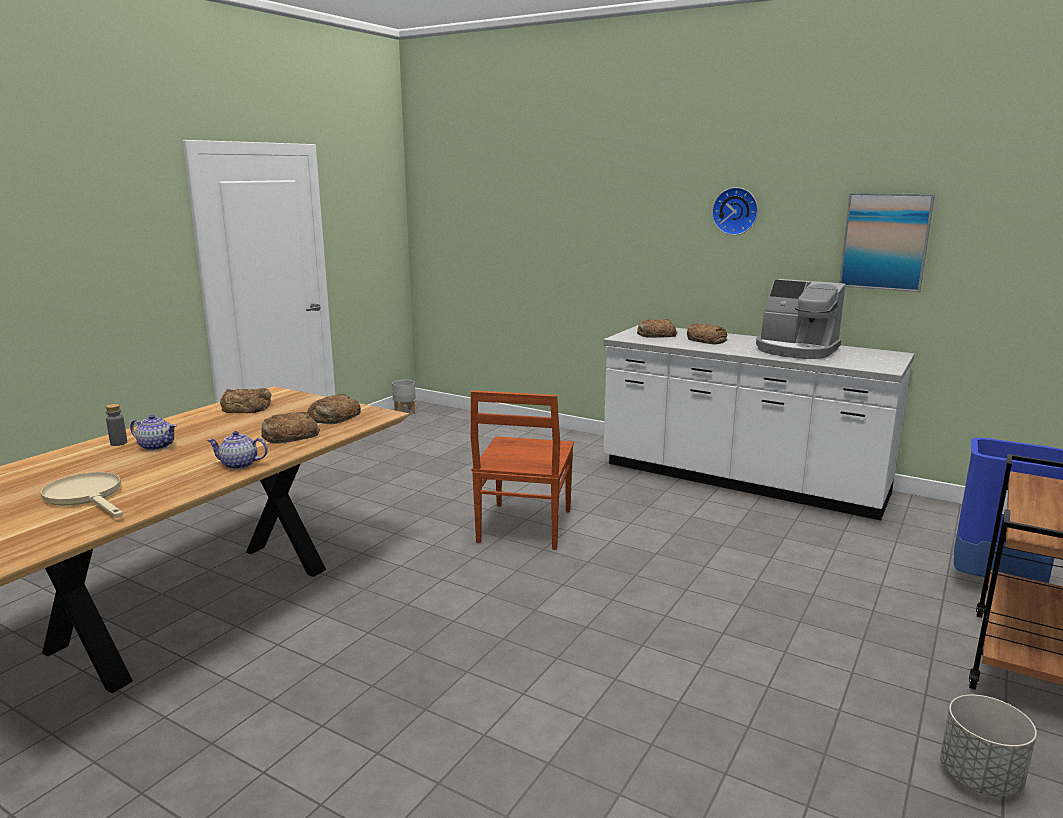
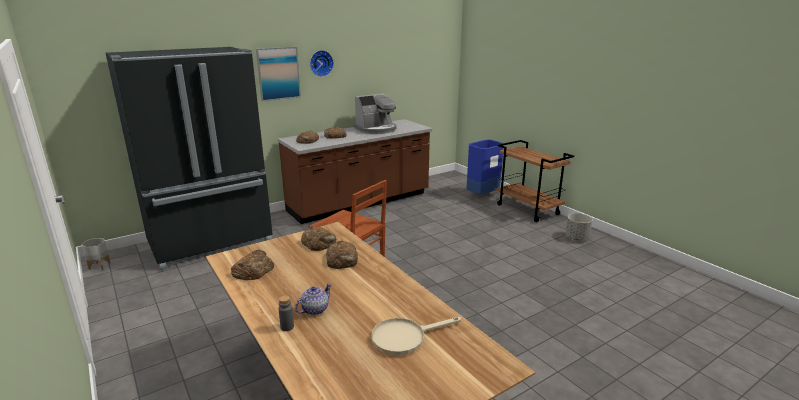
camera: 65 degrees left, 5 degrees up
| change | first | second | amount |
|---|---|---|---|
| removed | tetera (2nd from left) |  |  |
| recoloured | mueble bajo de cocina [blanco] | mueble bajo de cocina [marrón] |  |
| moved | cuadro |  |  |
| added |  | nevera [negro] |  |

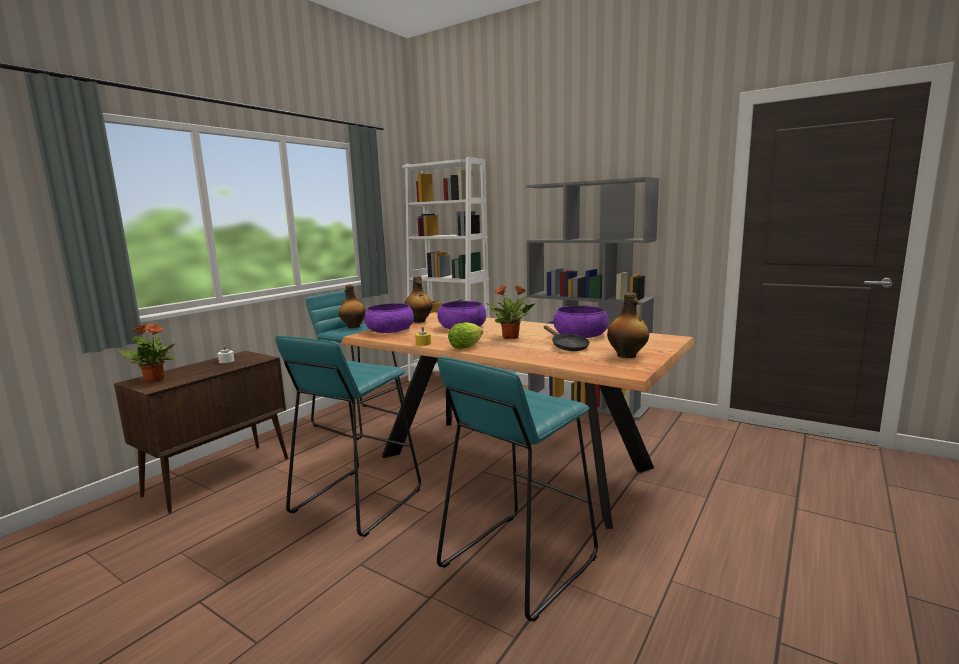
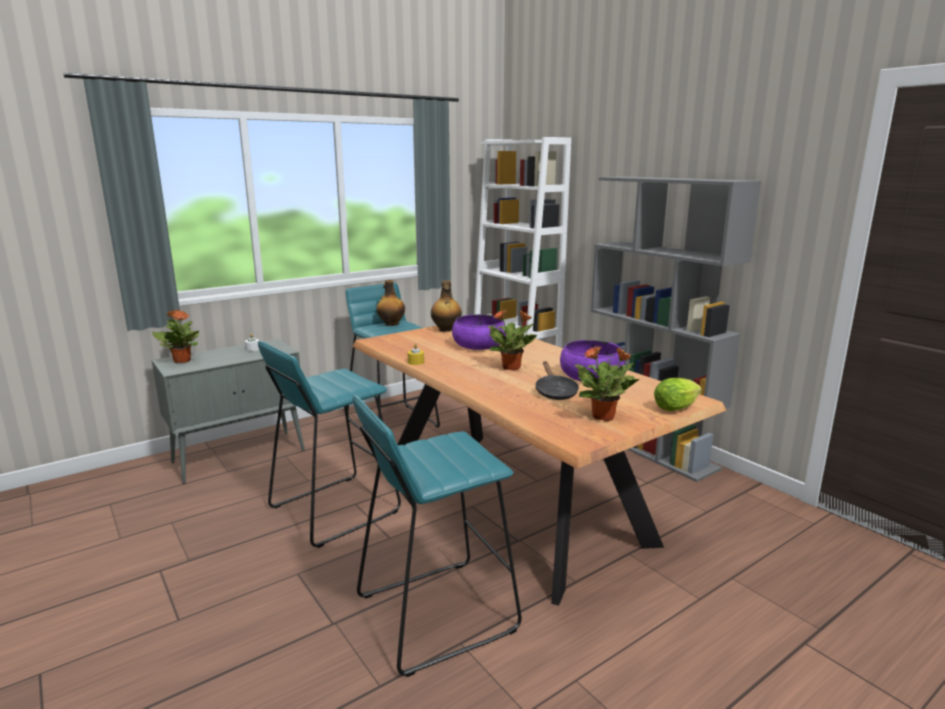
camera: 20 degrees right, 5 degrees up
| change | first | second | amount |
|---|---|---|---|
| recoloured | armario [marrón] | armario [gris] |  |
| removed | cuenco [morado] (1st from left) |  |  |
| moved | lechuga |  |  |
| replaced | botella (3rd from left) | planta en maceta (3rd from left) |  |

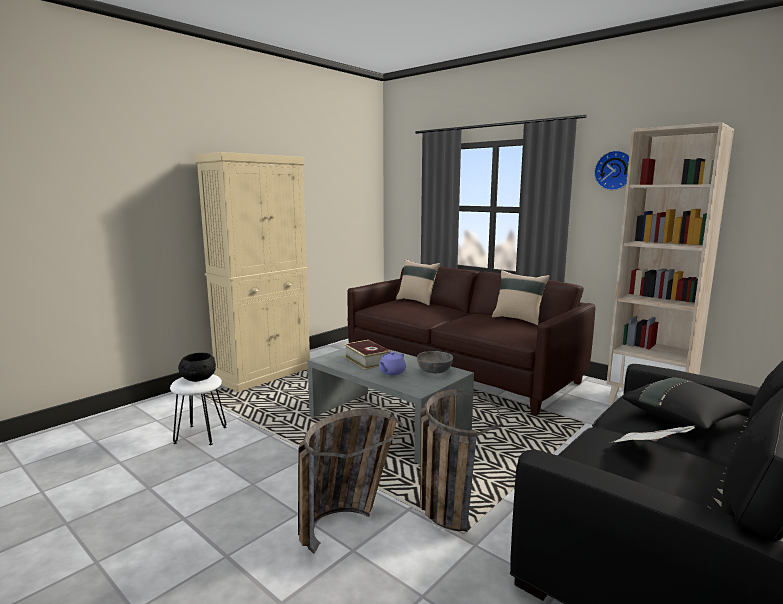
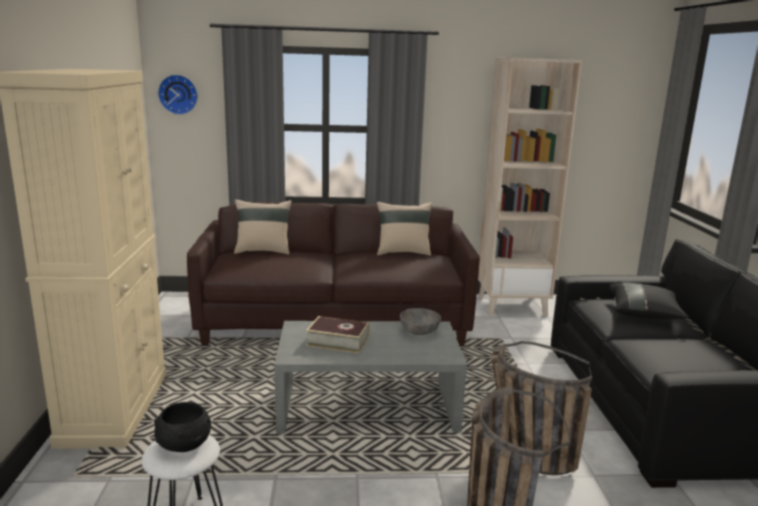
camera: 45 degrees left, 5 degrees up
| change | first | second | amount |
|---|---|---|---|
| removed | tetera [morado] |  |  |
| moved | reloj de pared |  |  |
| removed | periódico |  |  |

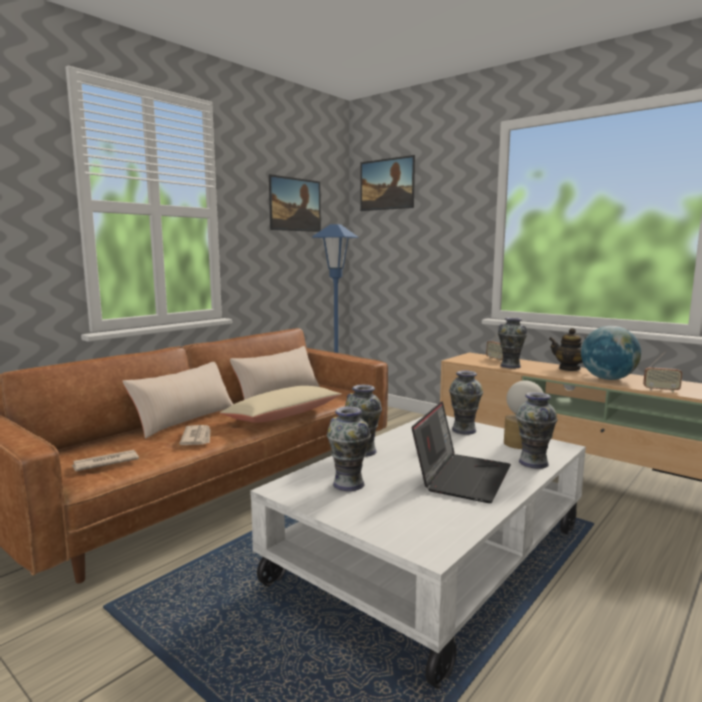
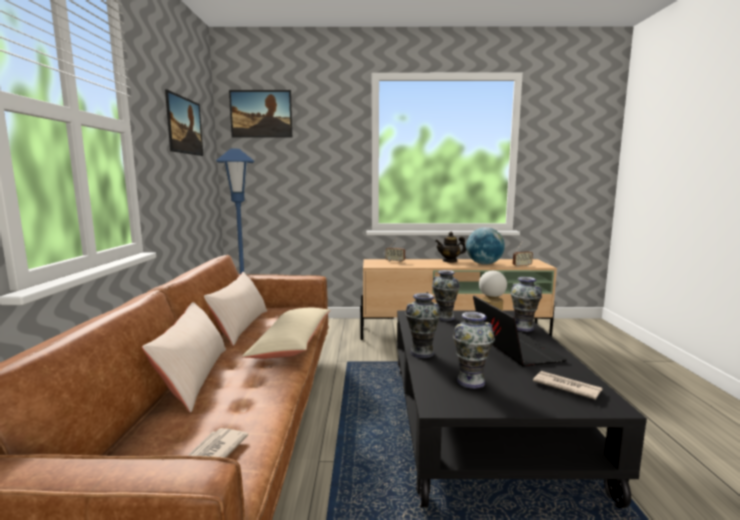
camera: 40 degrees left, 0 degrees up
| change | first | second | amount |
|---|---|---|---|
| moved | periódico (2nd from left) |  |  |
| recoloured | mesa de centro [blanco] | mesa de centro [negro] |  |
| removed | florero (4th from left) |  |  |

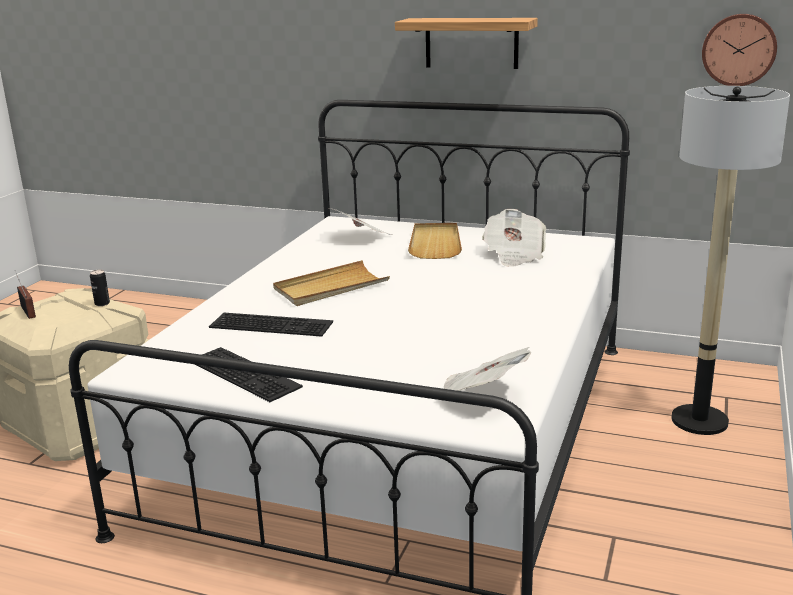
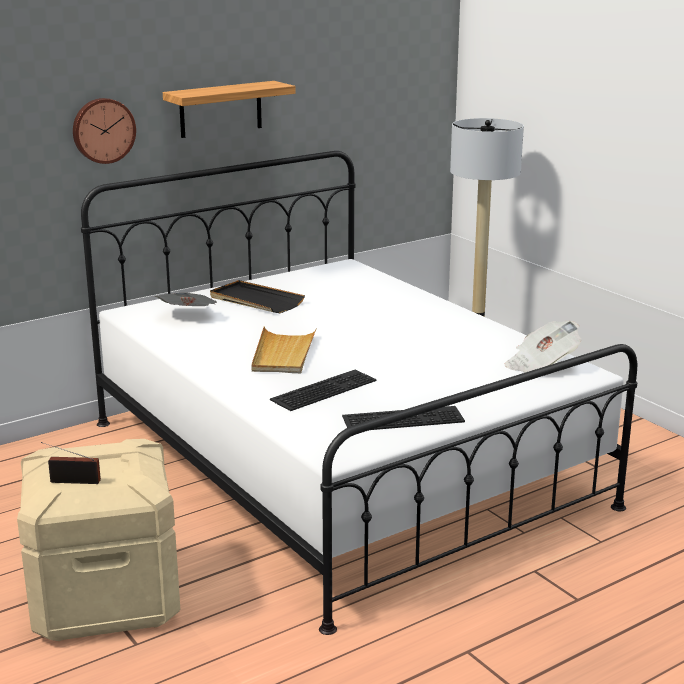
camera: 55 degrees left, 0 degrees up
| change | first | second | amount |
|---|---|---|---|
| removed | lata |  |  |
| recoloured | bandeja [beis] (2nd from left) | bandeja [negro] |  |
| removed | periódico (3rd from left) |  |  |
| moved | reloj de pared |  |  |

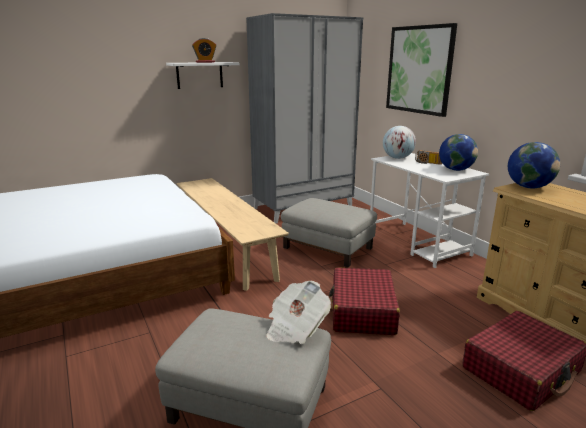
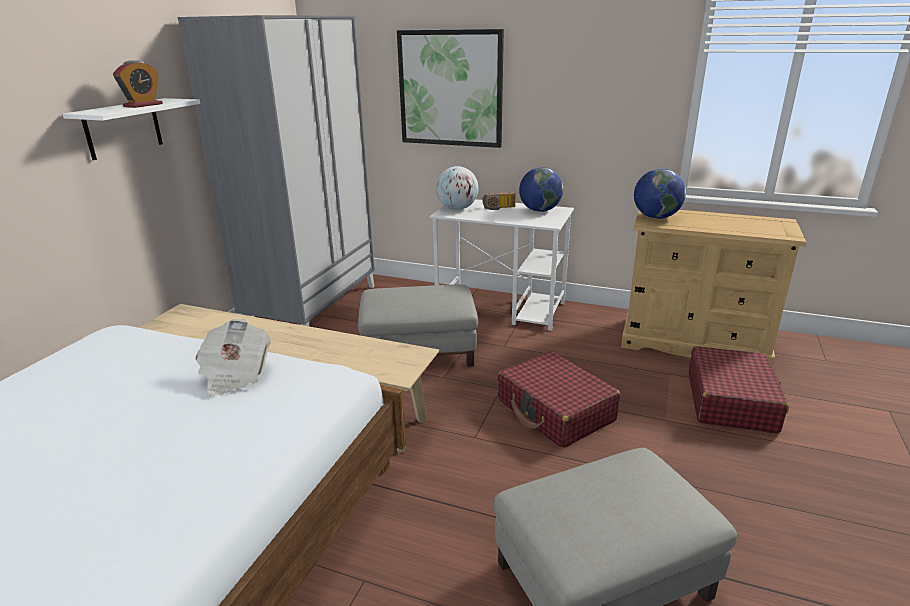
camera: 40 degrees left, 5 degrees up
| change | first | second | amount |
|---|---|---|---|
| moved | periódico |  |  |

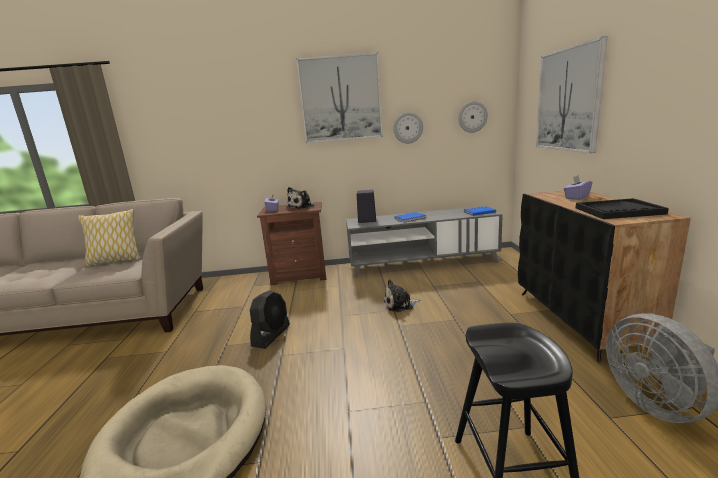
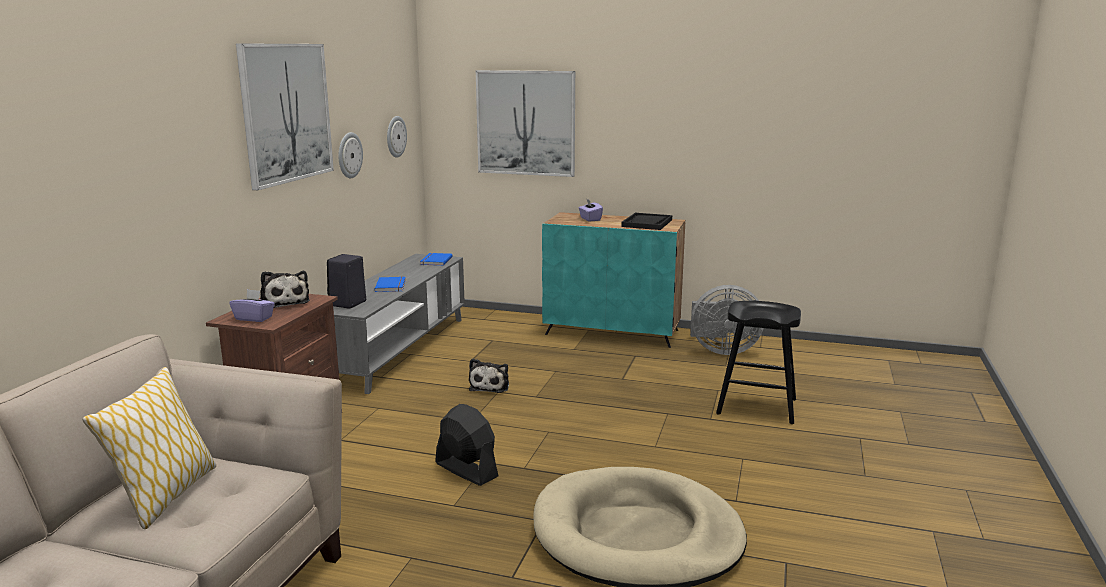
camera: 70 degrees left, 0 degrees up
| change | first | second | amount |
|---|---|---|---|
| recoloured | armario [negro] | armario [turquesa] |  |

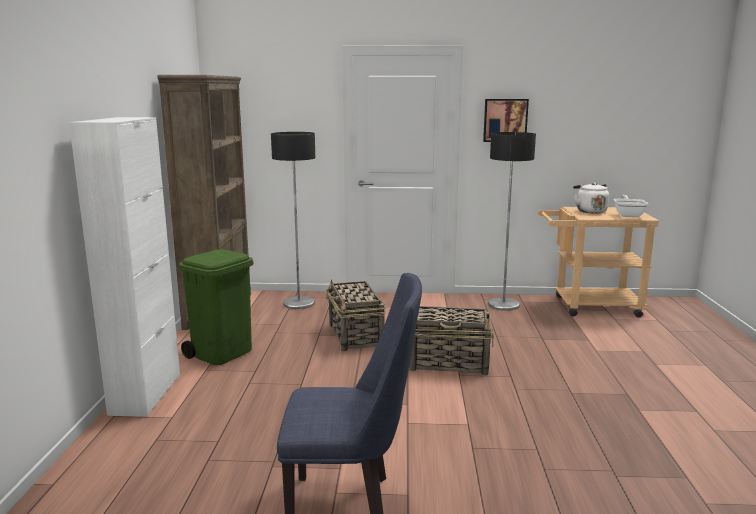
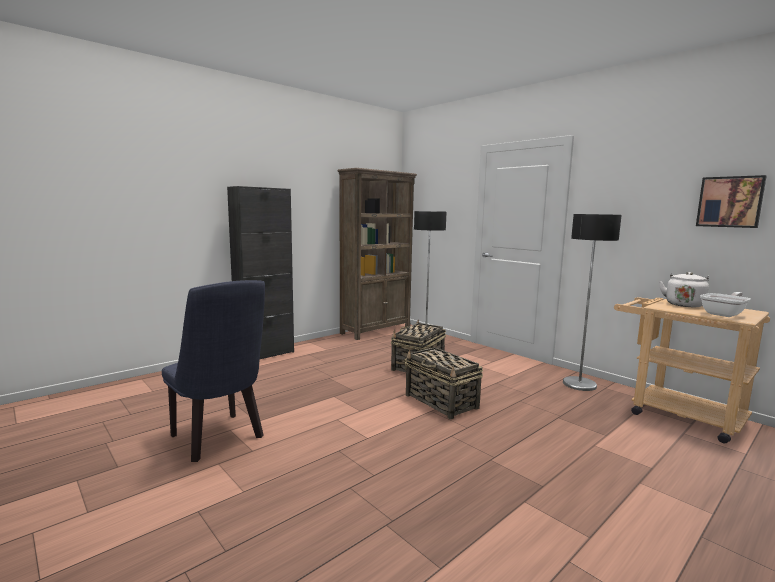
camera: 45 degrees right, 5 degrees down
| change | first | second | amount |
|---|---|---|---|
| recoloured | armario [blanco] | armario [negro] |  |
| removed | papelera [verde] |  |  |
| moved | cuadro |  |  |

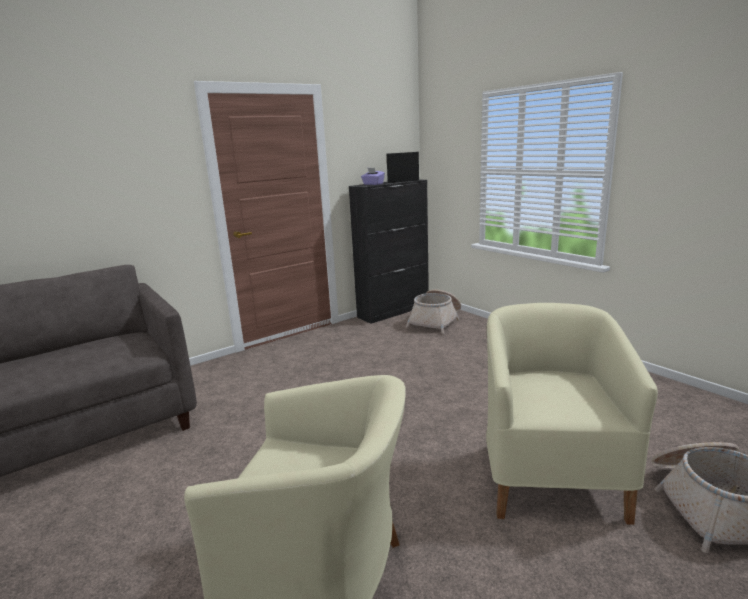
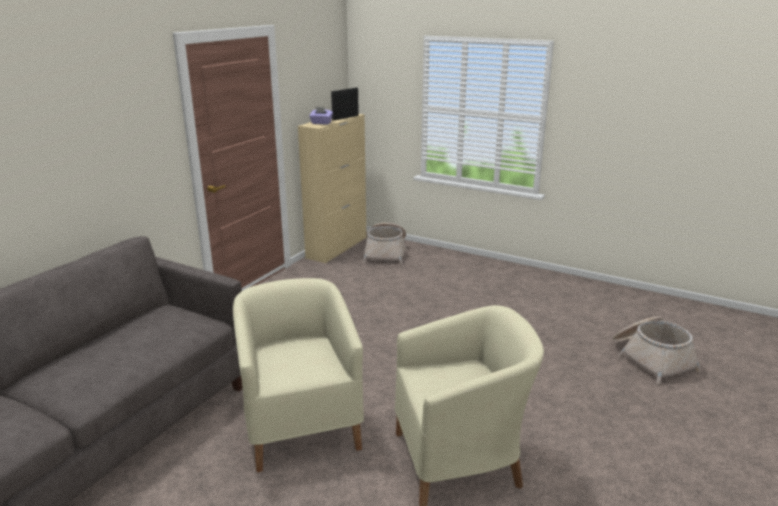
camera: 25 degrees left, 5 degrees up
| change | first | second | amount |
|---|---|---|---|
| recoloured | armario [negro] | armario [beis] |  |
| moved | sillón [beis] (2nd from left in the first image) | sillón [beis] (1st from left) |  |

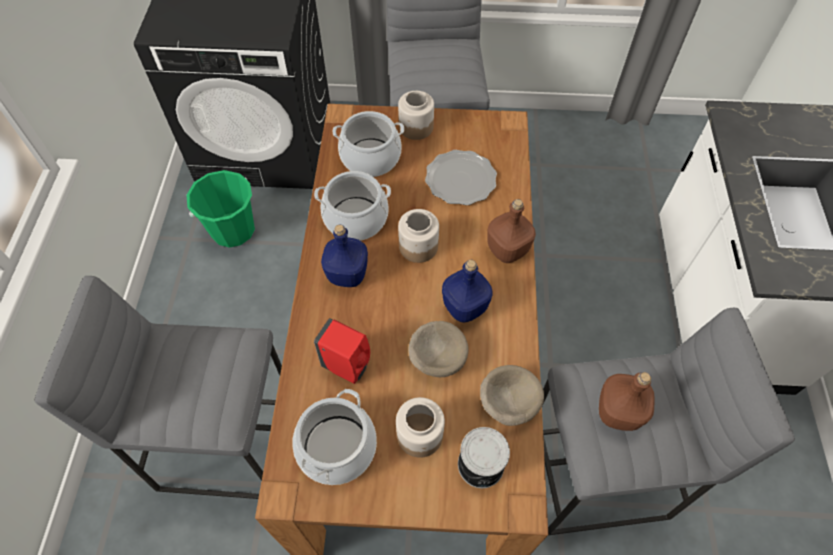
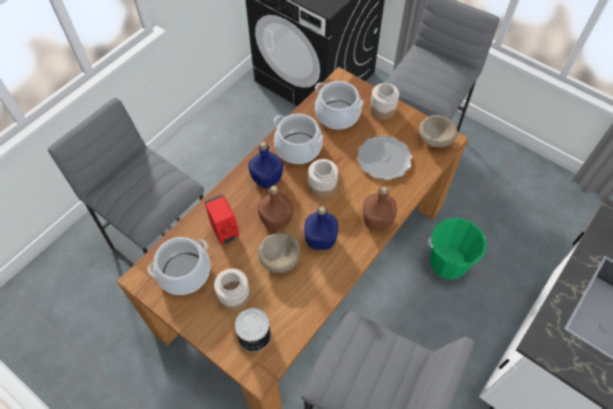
camera: 35 degrees right, 0 degrees up
| change | first | second | amount |
|---|---|---|---|
| moved | cubo [verde] |  |  |
| moved | cuenco [beis] (2nd from left) |  |  |
| moved | botella [marrón] (2nd from left in the first image) | botella [marrón] (1st from left) |  |

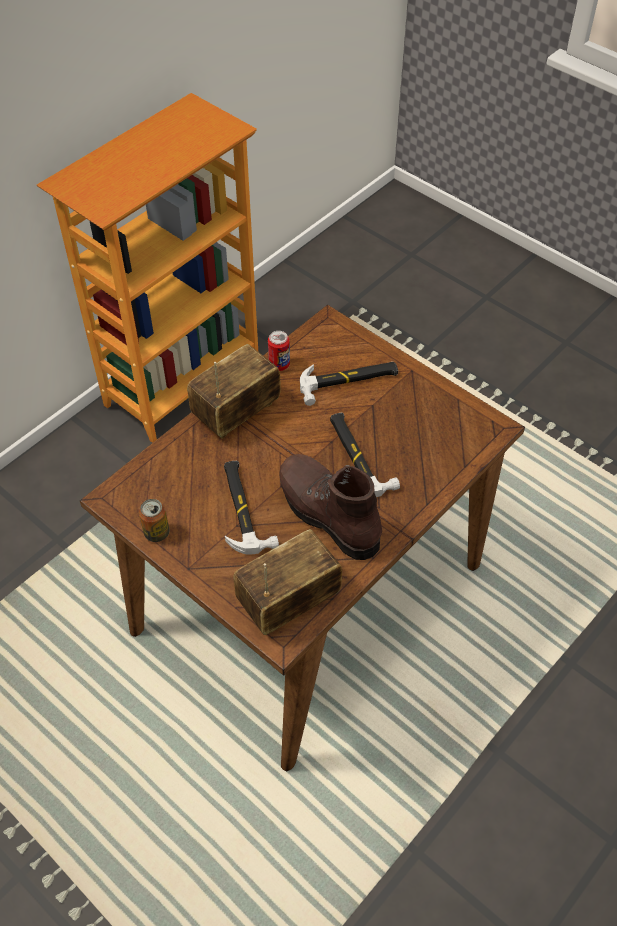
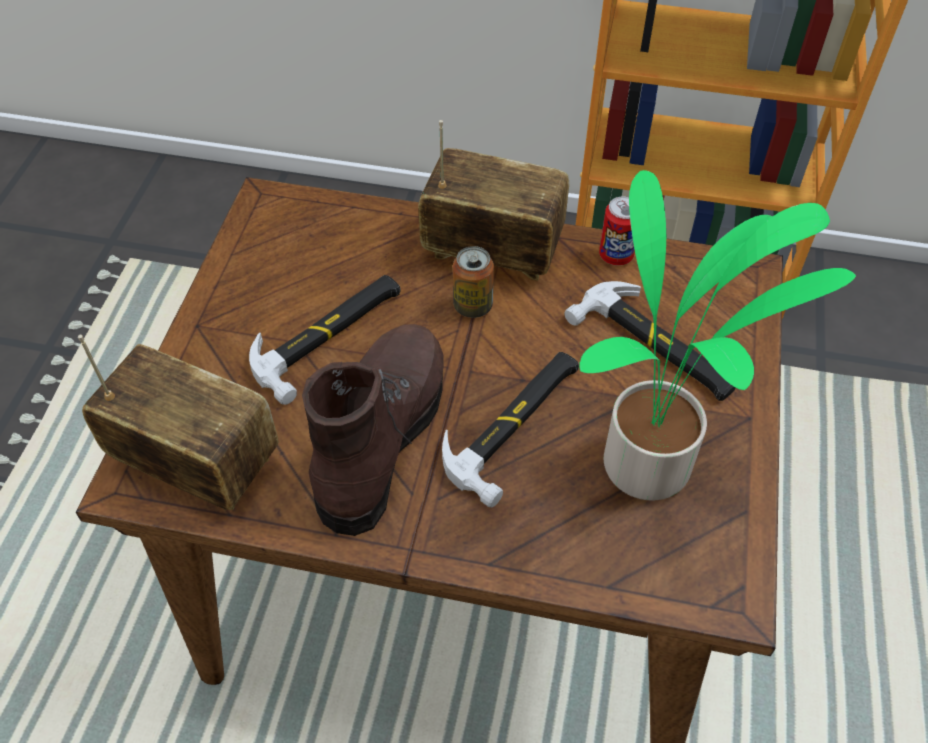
camera: 60 degrees right, 0 degrees up
| change | first | second | amount |
|---|---|---|---|
| moved | lata (1st from left) |  |  |
| added |  | planta en maceta |  |

